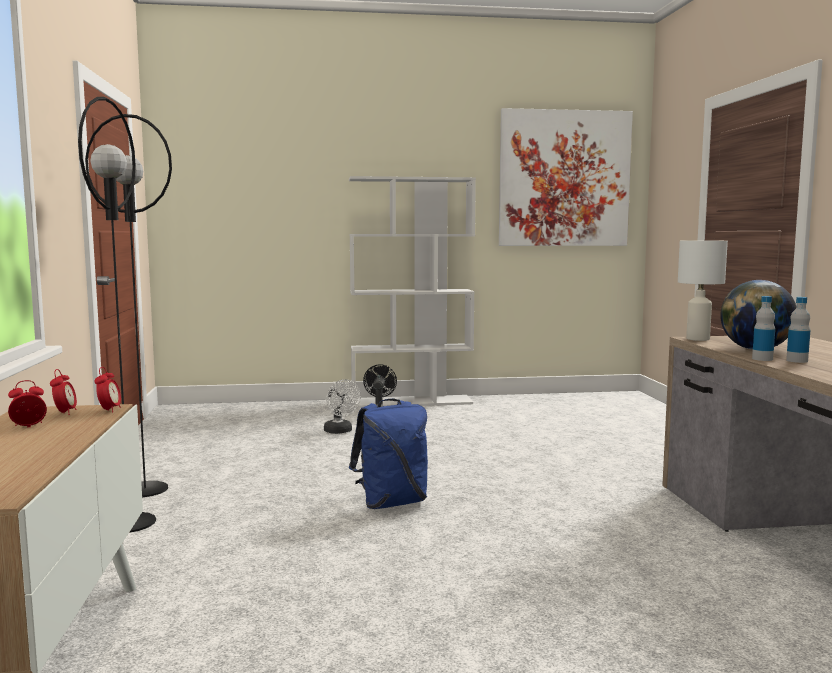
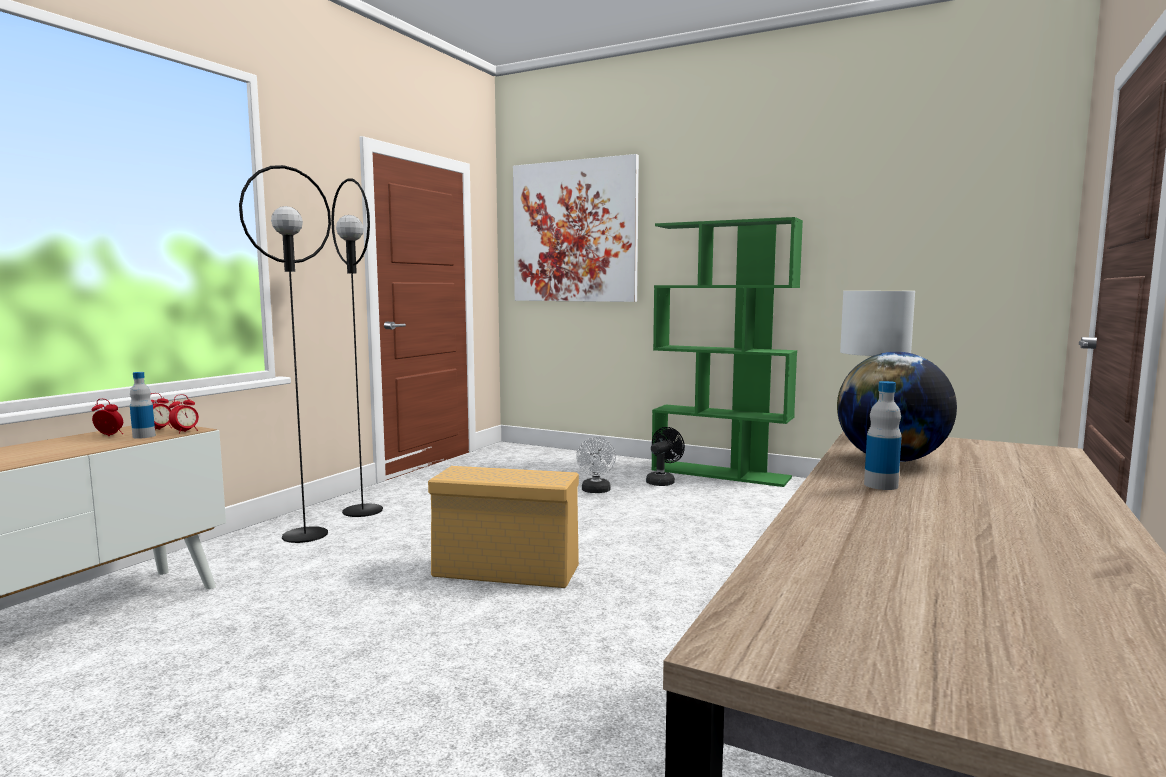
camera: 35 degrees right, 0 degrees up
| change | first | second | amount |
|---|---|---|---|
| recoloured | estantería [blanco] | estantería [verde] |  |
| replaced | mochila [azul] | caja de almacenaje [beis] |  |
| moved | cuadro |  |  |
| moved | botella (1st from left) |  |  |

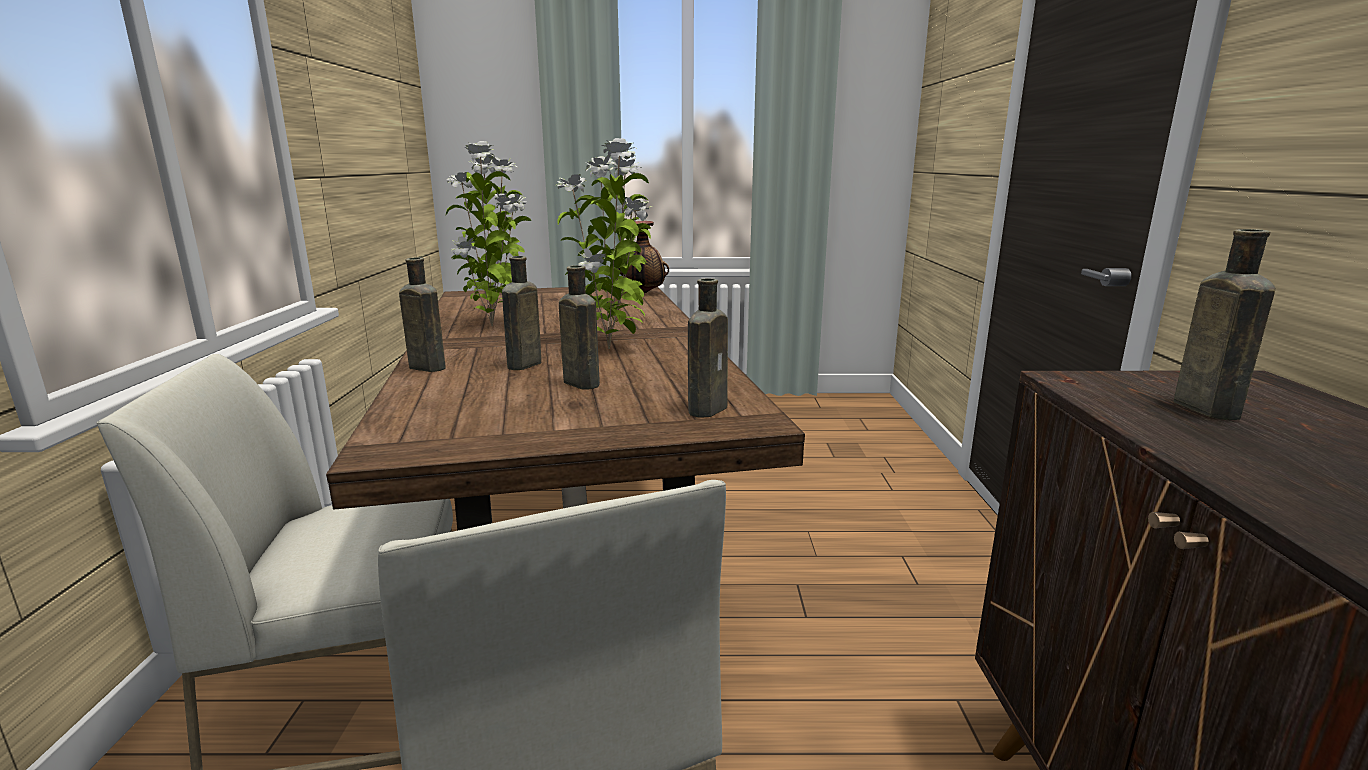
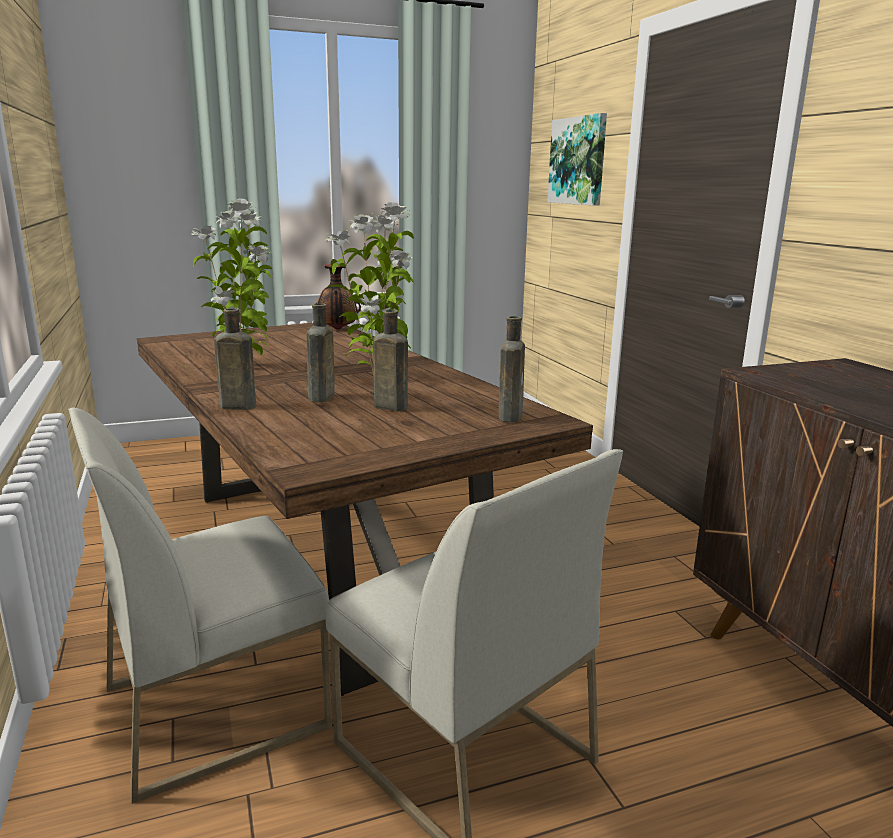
camera: 20 degrees left, 0 degrees up
| change | first | second | amount |
|---|---|---|---|
| removed | botella [marrón] (5th from left) |  |  |
| added |  | cuadro |  |

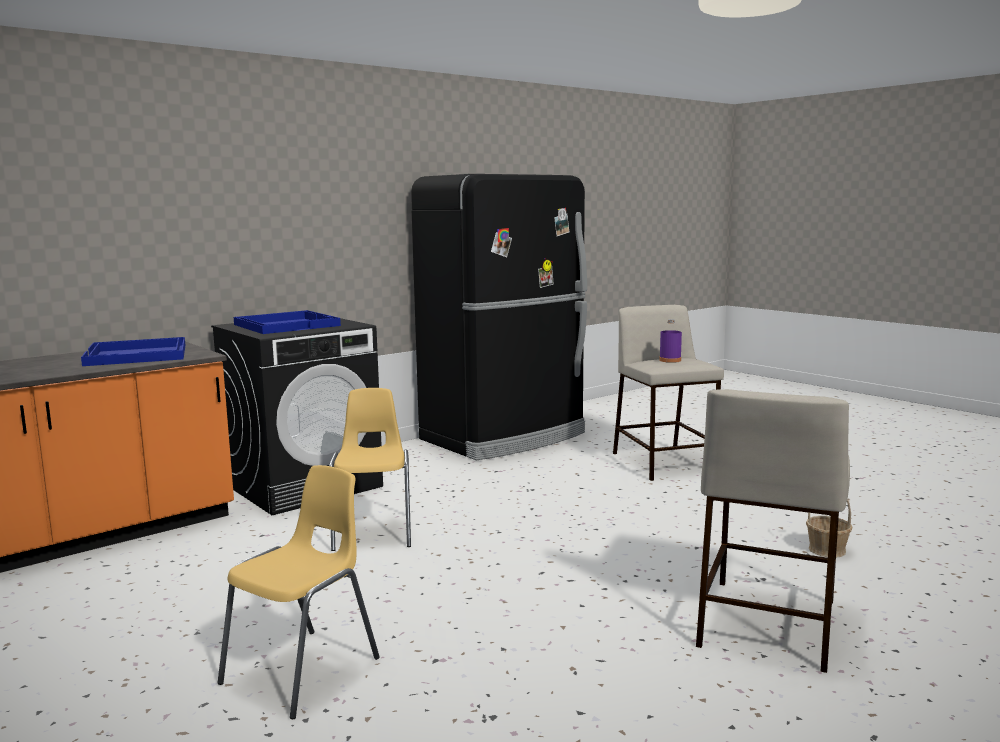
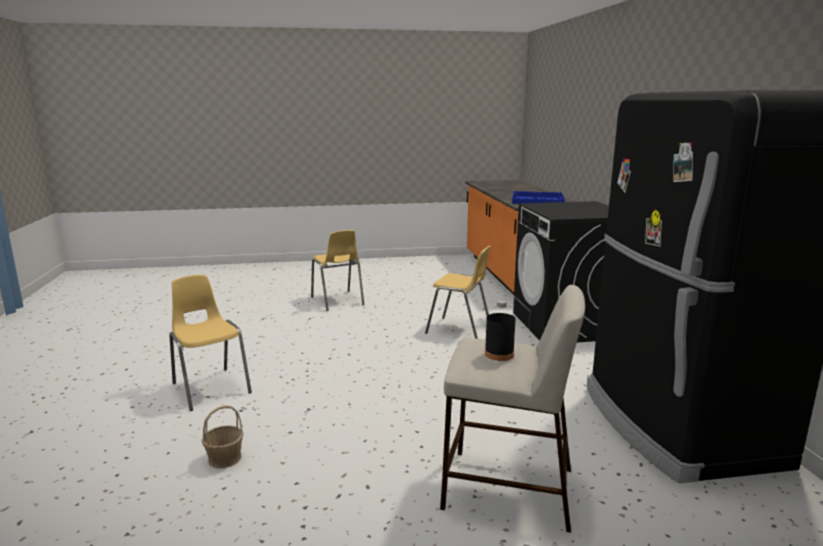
camera: 120 degrees right, 5 degrees up
| change | first | second | amount |
|---|---|---|---|
| removed | bandeja [azul] (2nd from left) |  |  |
| recoloured | botella [morado] | botella [negro] |  |
| replaced | taburete [beis] (2nd from left) | silla [amarillo] (1st from left) |  |

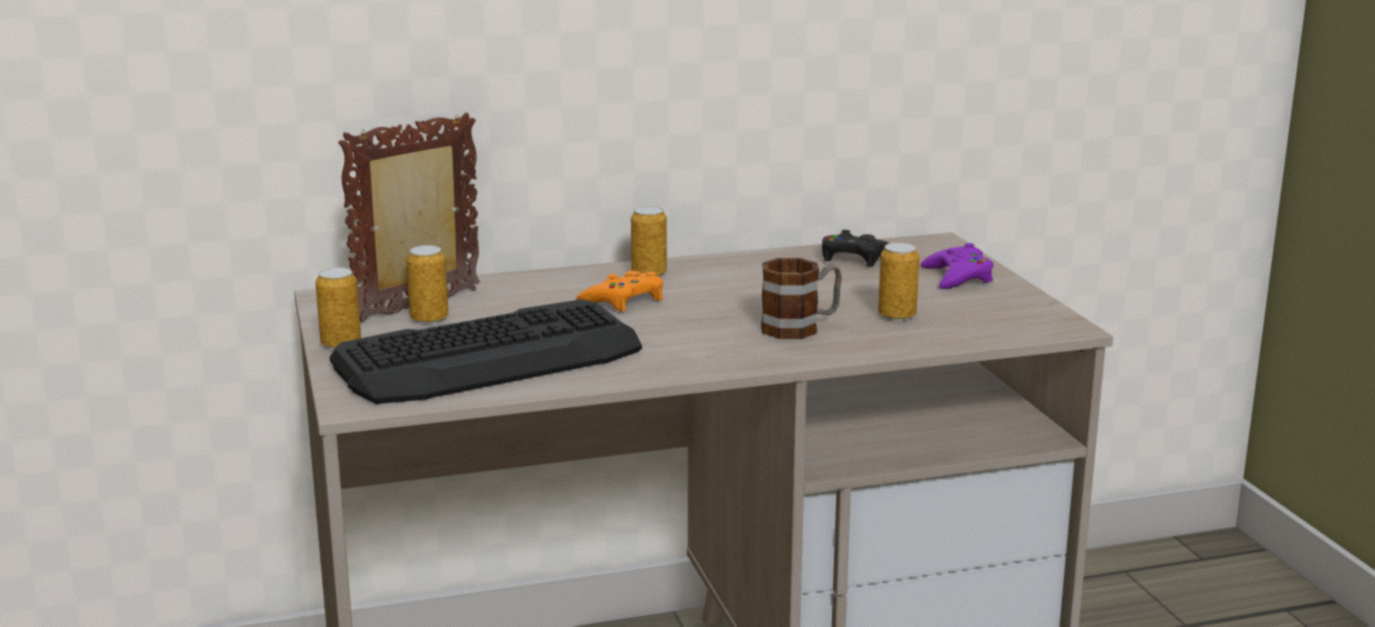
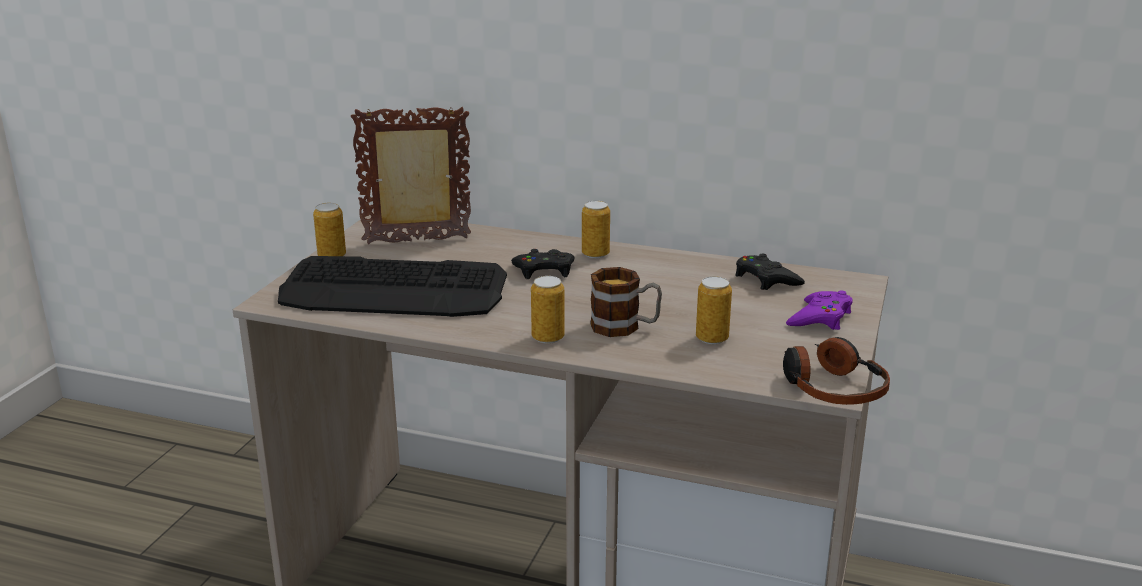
camera: 35 degrees right, 5 degrees up
| change | first | second | amount |
|---|---|---|---|
| moved | lata (2nd from left) |  |  |
| recoloured | mando de consola [naranja] | mando de consola [negro] (1st from left) |  |
| added |  | auriculares |  |

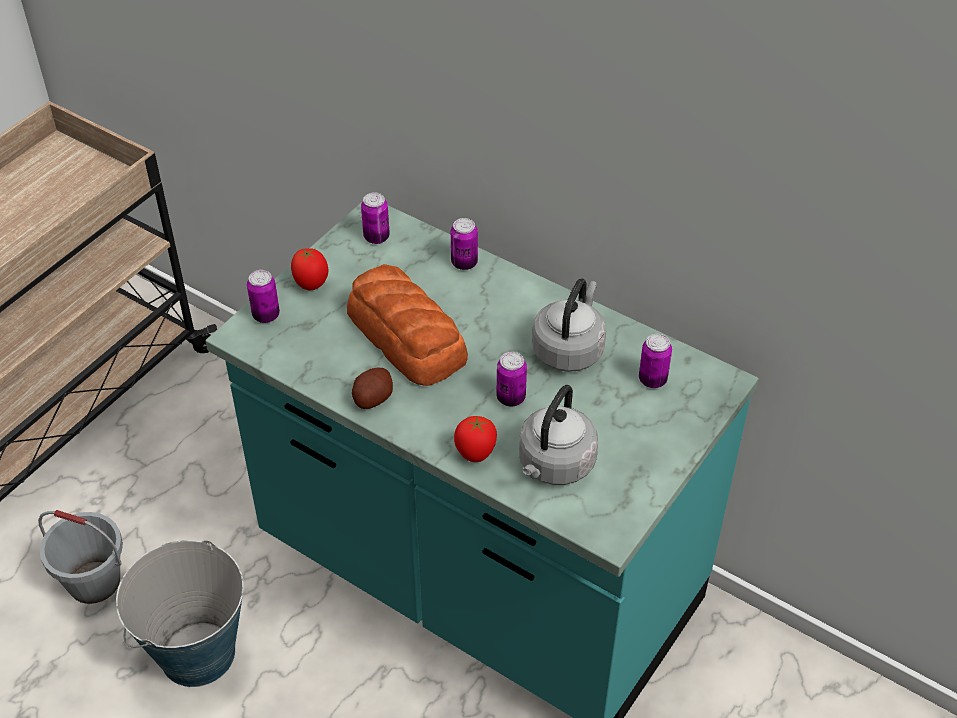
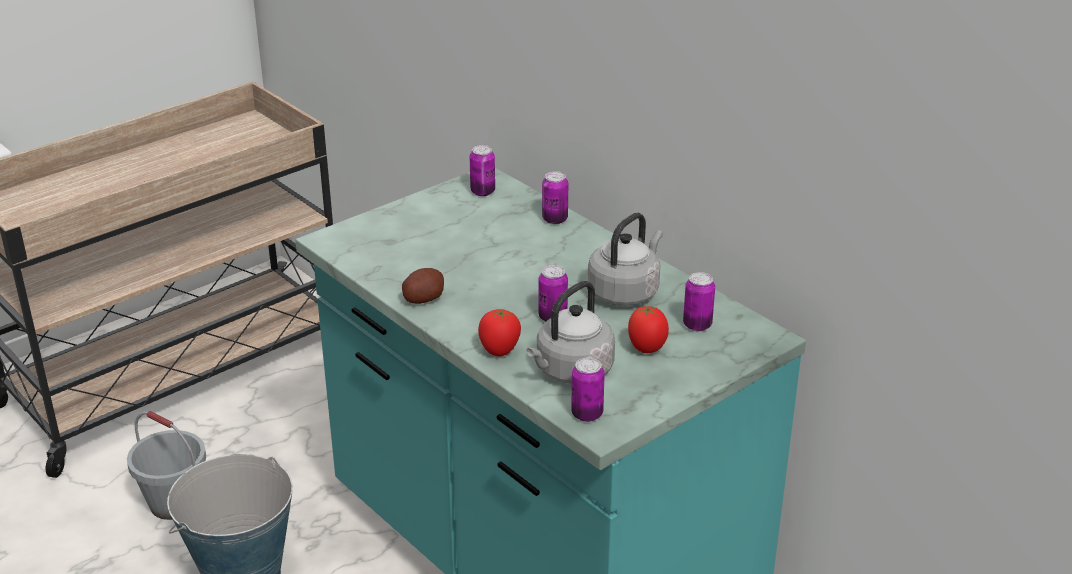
camera: 15 degrees right, 15 degrees down
| change | first | second | amount |
|---|---|---|---|
| moved | lata (1st from left in the first image) | lata (4th from left) |  |
| moved | tomate (1st from left in the first image) | tomate (2nd from left) |  |
| removed | pan |  |  |

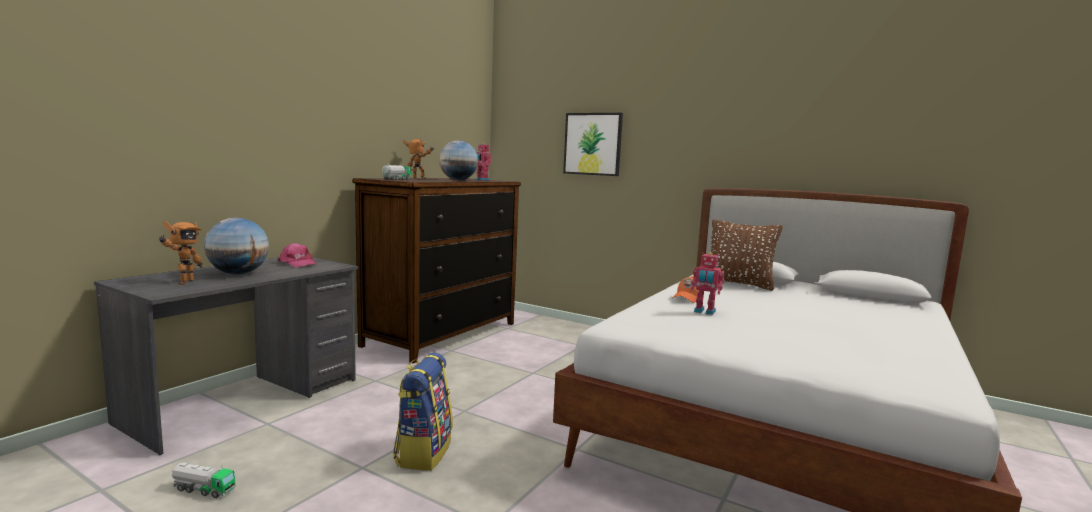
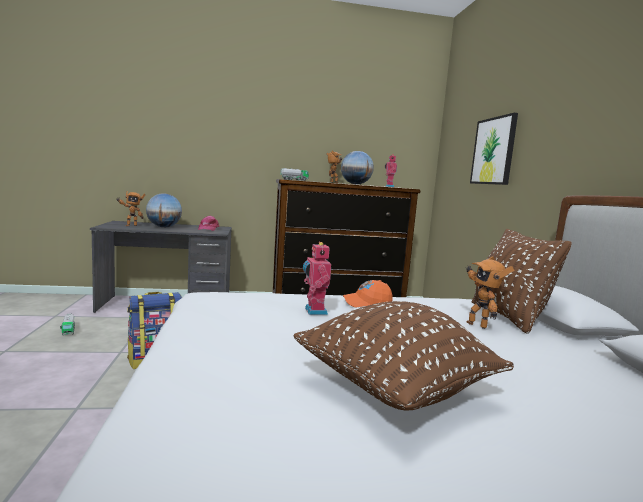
camera: 50 degrees right, 0 degrees up
| change | first | second | amount |
|---|---|---|---|
| added |  | cojín [marrón] (1st from left) |  |
| added |  | robot de juguete (5th from left) |  |

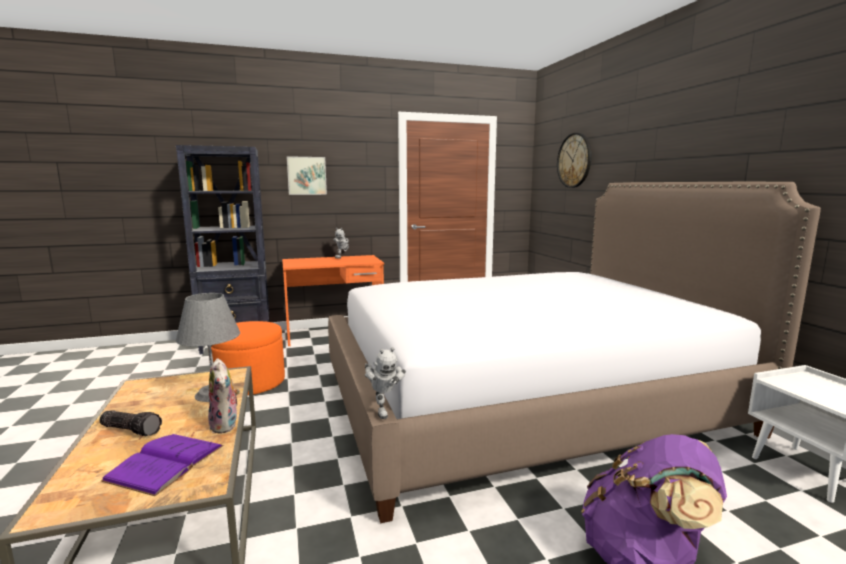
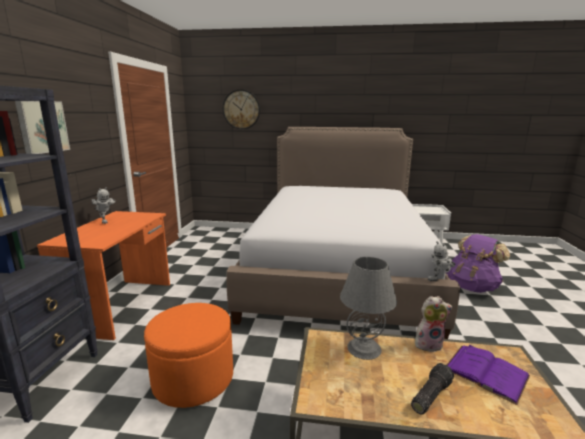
camera: 65 degrees left, 5 degrees up
| change | first | second | amount |
|---|---|---|---|
| turned | robot de juguete (2nd from left) |  | 150 degrees clockwise |

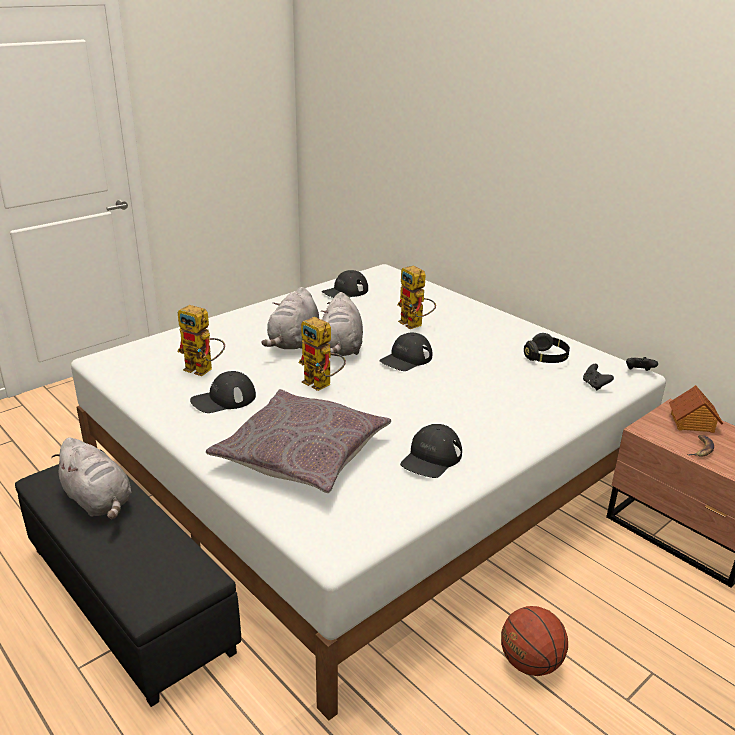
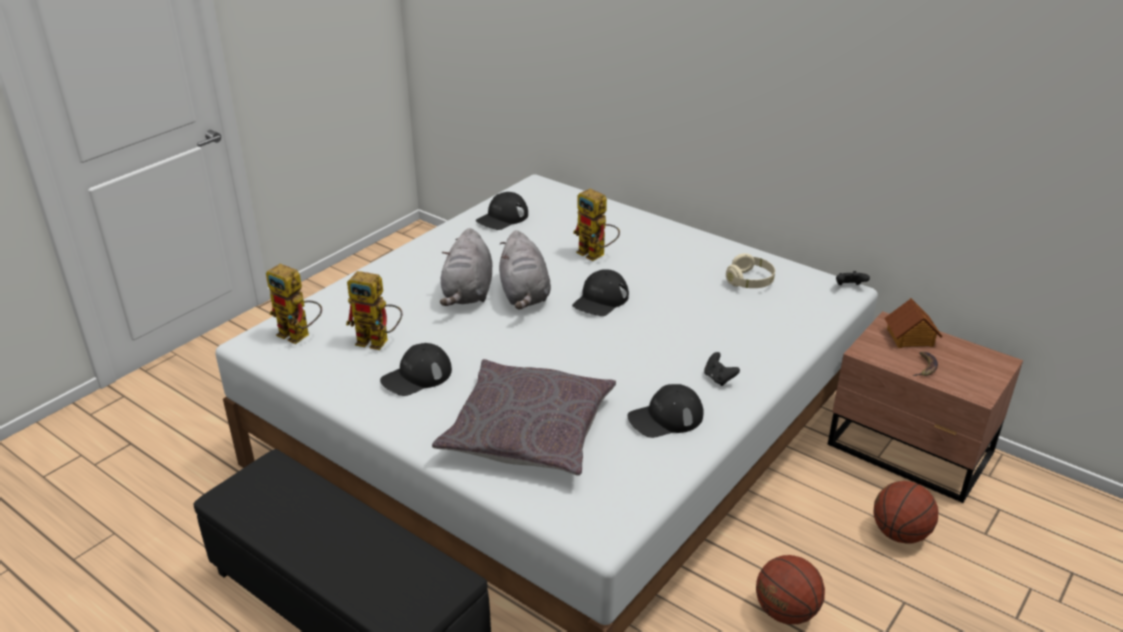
camera: 10 degrees left, 5 degrees up
| change | first | second | amount |
|---|---|---|---|
| removed | peluche [gris] (1st from left) |  |  |
| moved | robot de juguete (2nd from left in the first image) | robot de juguete (1st from left) |  |
| turned | gorra [negro] (4th from left) |  | 45 degrees clockwise |
| recoloured | auriculares [negro] | auriculares [beis] |  |
| moved | mando de consola [negro] (1st from left) |  |  |
| added |  | balón de baloncesto (2nd from left) |  |

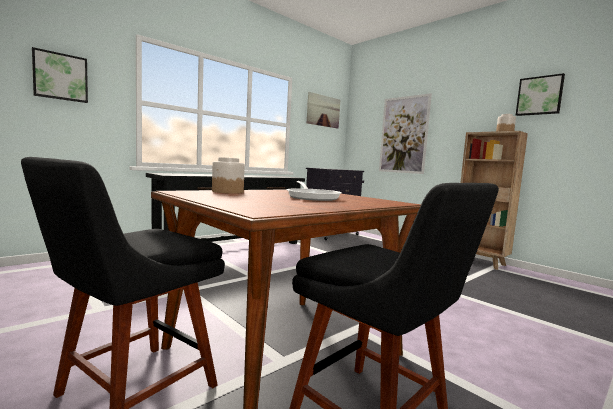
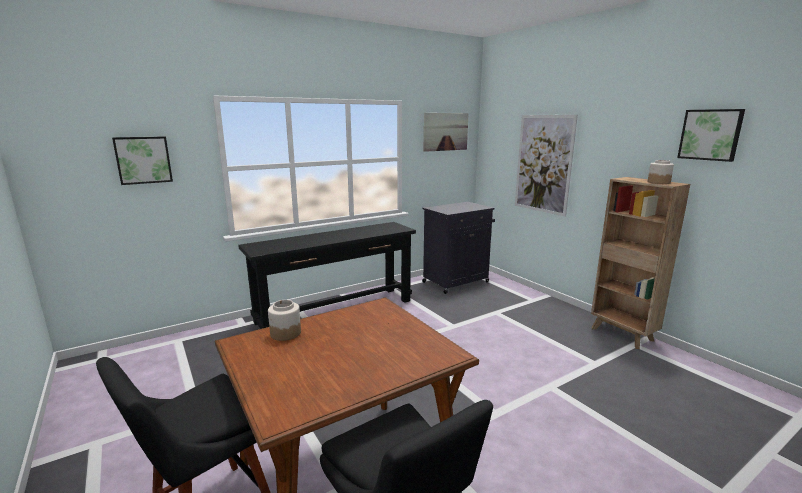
camera: 10 degrees right, 10 degrees up
| change | first | second | amount |
|---|---|---|---|
| removed | sartén |  |  |

